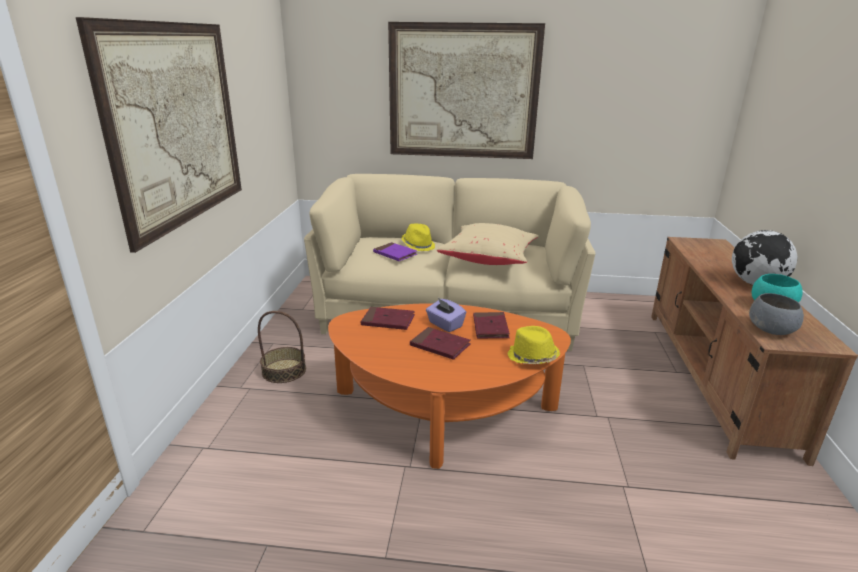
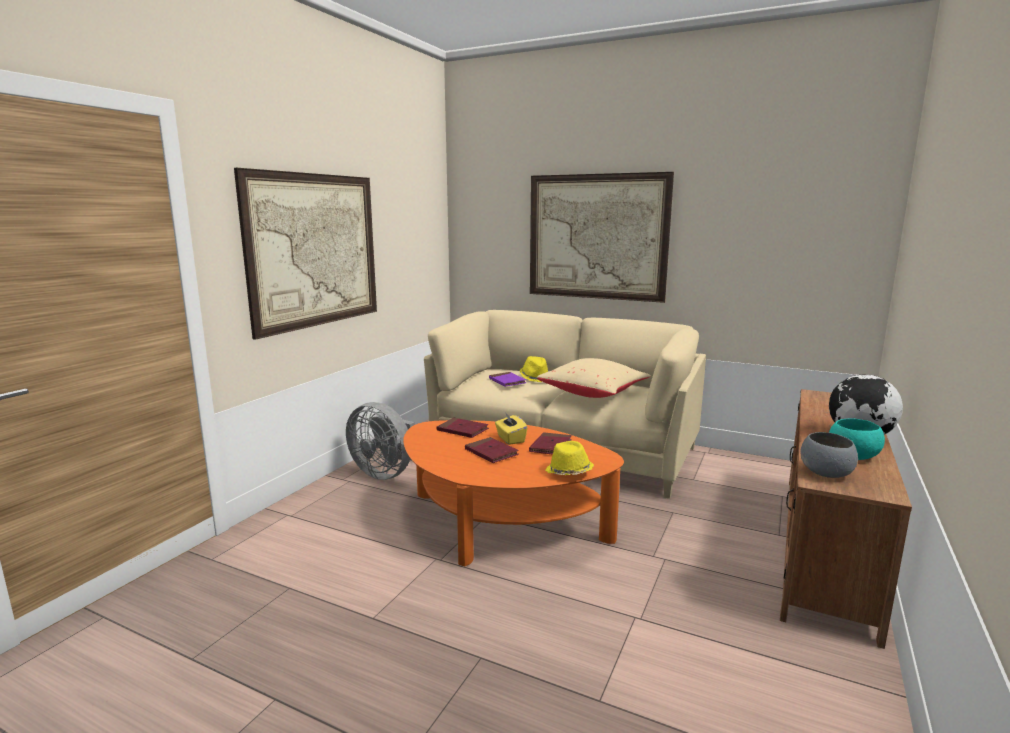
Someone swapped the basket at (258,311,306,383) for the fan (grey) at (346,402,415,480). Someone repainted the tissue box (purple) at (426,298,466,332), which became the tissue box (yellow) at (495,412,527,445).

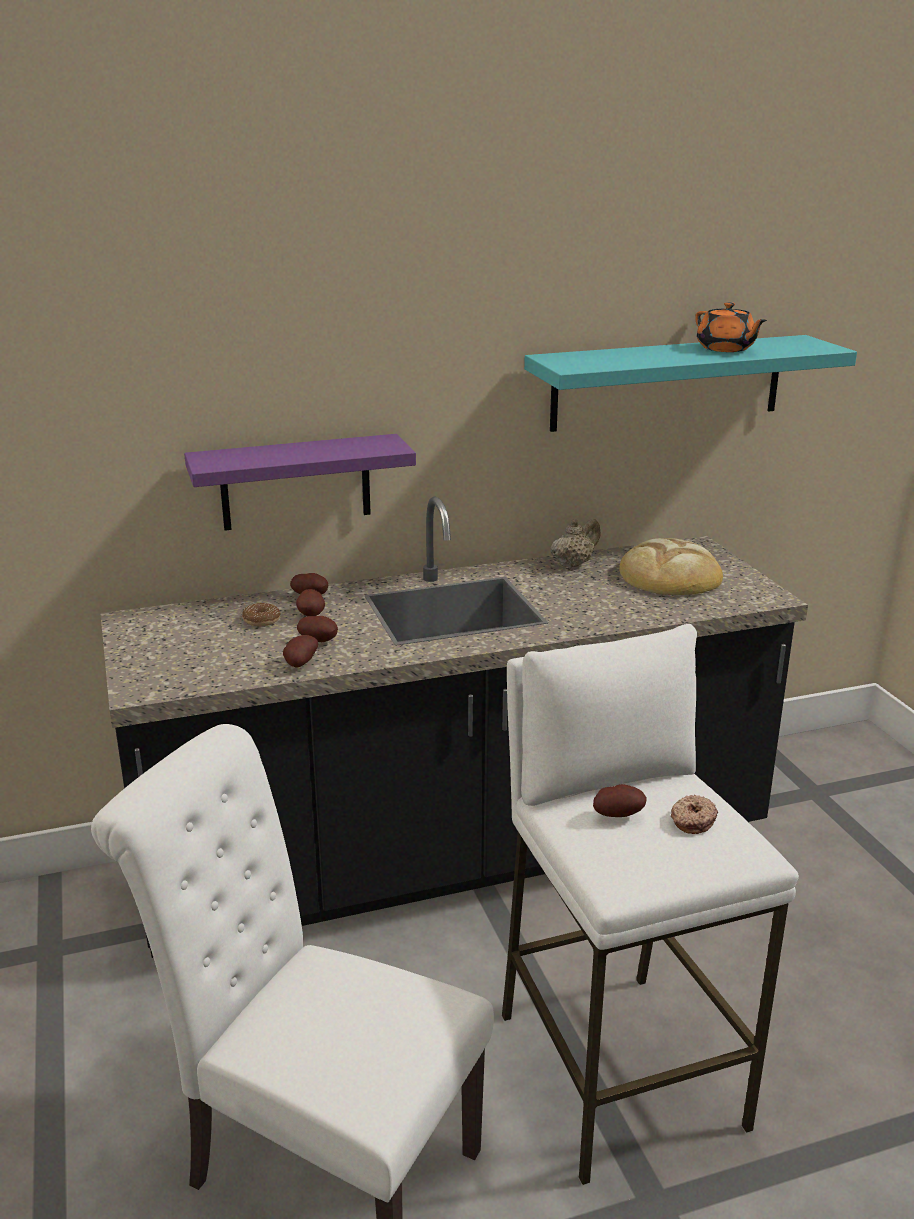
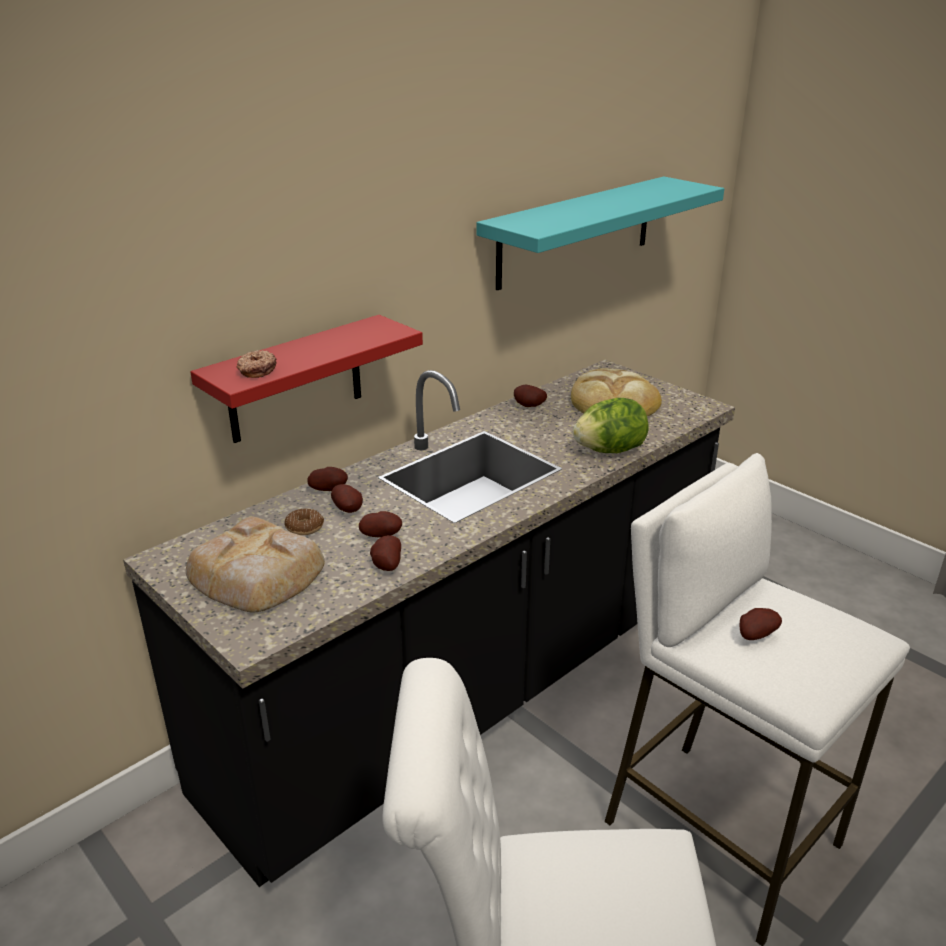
Someone took away the teapot (orange) at (695,302,767,352). Someone put down the bread at (186,517,325,612). Someone put down the lettuce at (573,398,648,453). Someone carried the donut from (671,795,718,834) to (237,350,277,378). Someone swapped the teapot (beige) at (550,519,601,568) for the potato at (514,385,547,407). Someone repainted the shelf (purple) at (184,434,416,531), which became the shelf (red) at (190,315,423,443).

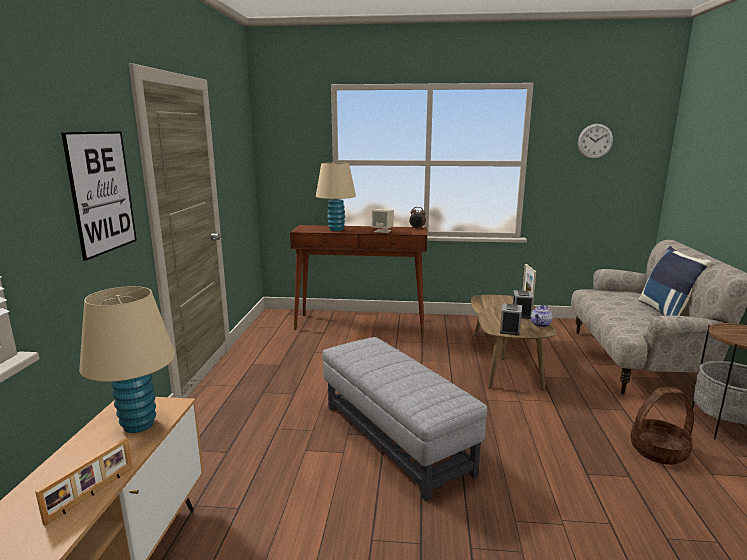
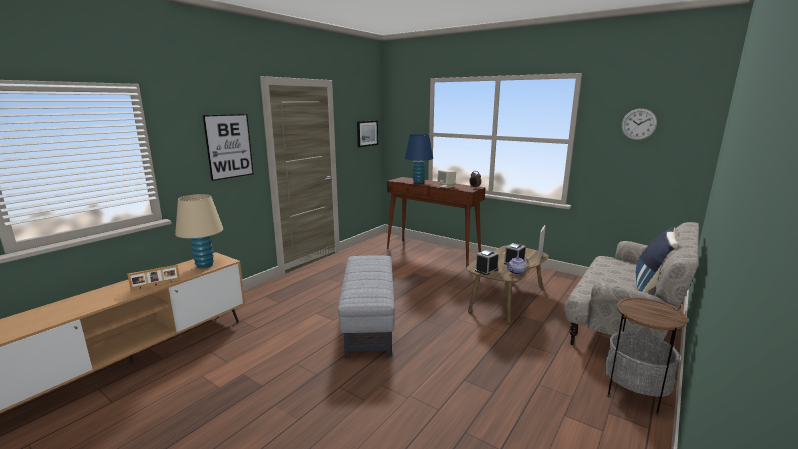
Someone took away the basket at (631,387,694,465). Someone put up the picture at (357,120,378,147). Someone repainted the table lamp (beige) at (316,162,356,231), which became the table lamp (blue) at (405,134,433,183).

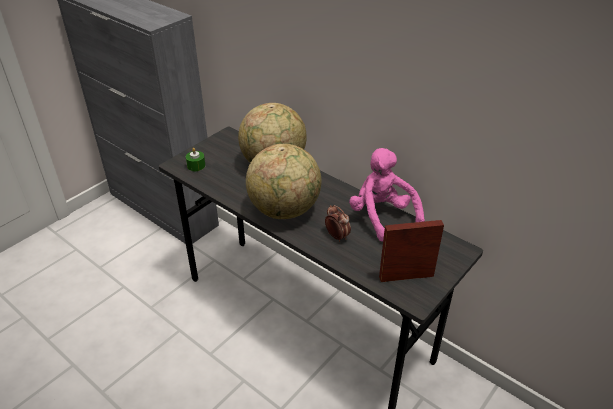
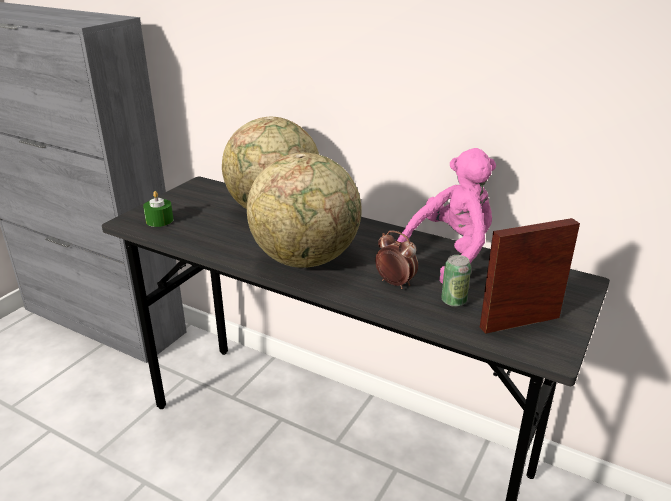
Someone put down the can at (441,255,471,307). Someone rotated the plush toy (pink) at (349,148,425,242) by 90 degrees clockwise.

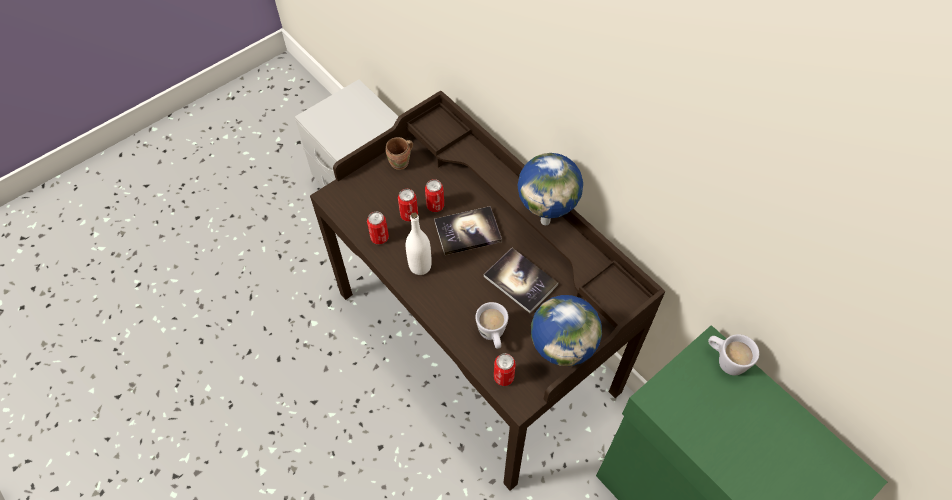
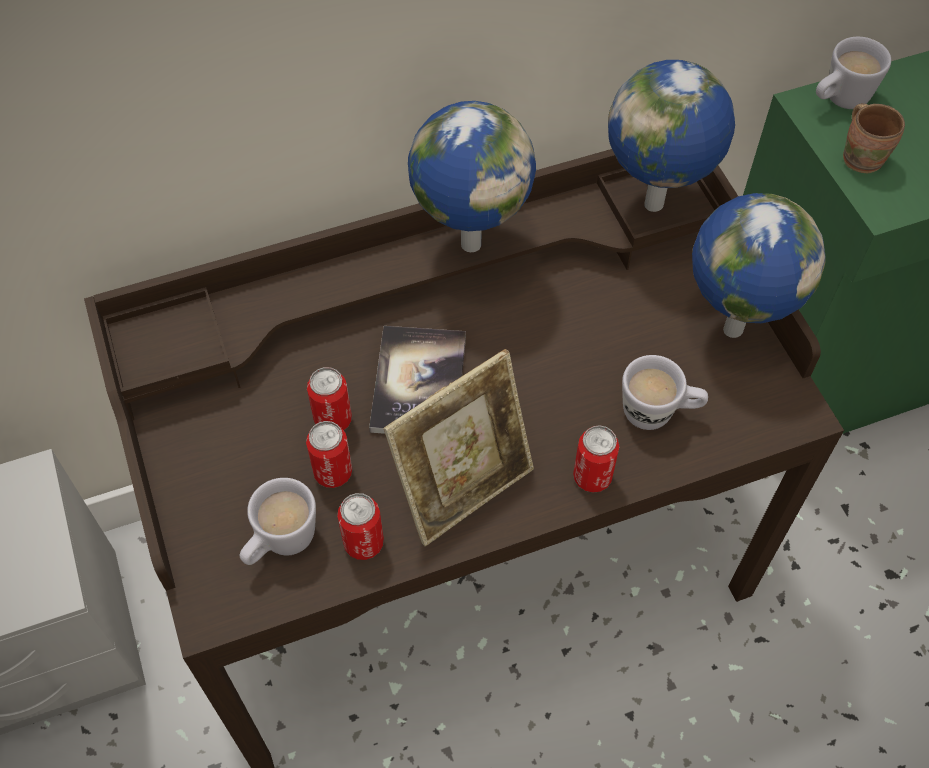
Someone took away the book at (484,248,558,313). Someone put down the mug (white) at (240,478,316,565). Someone put down the globe at (608,60,735,212). Someone carried the mug (brown) from (386,137,413,170) to (843,103,905,173). Someone carried the can from (494,353,516,386) to (573,425,620,493). Someone swapped the bottle (white) at (406,212,432,275) for the picture frame at (383,349,534,546).

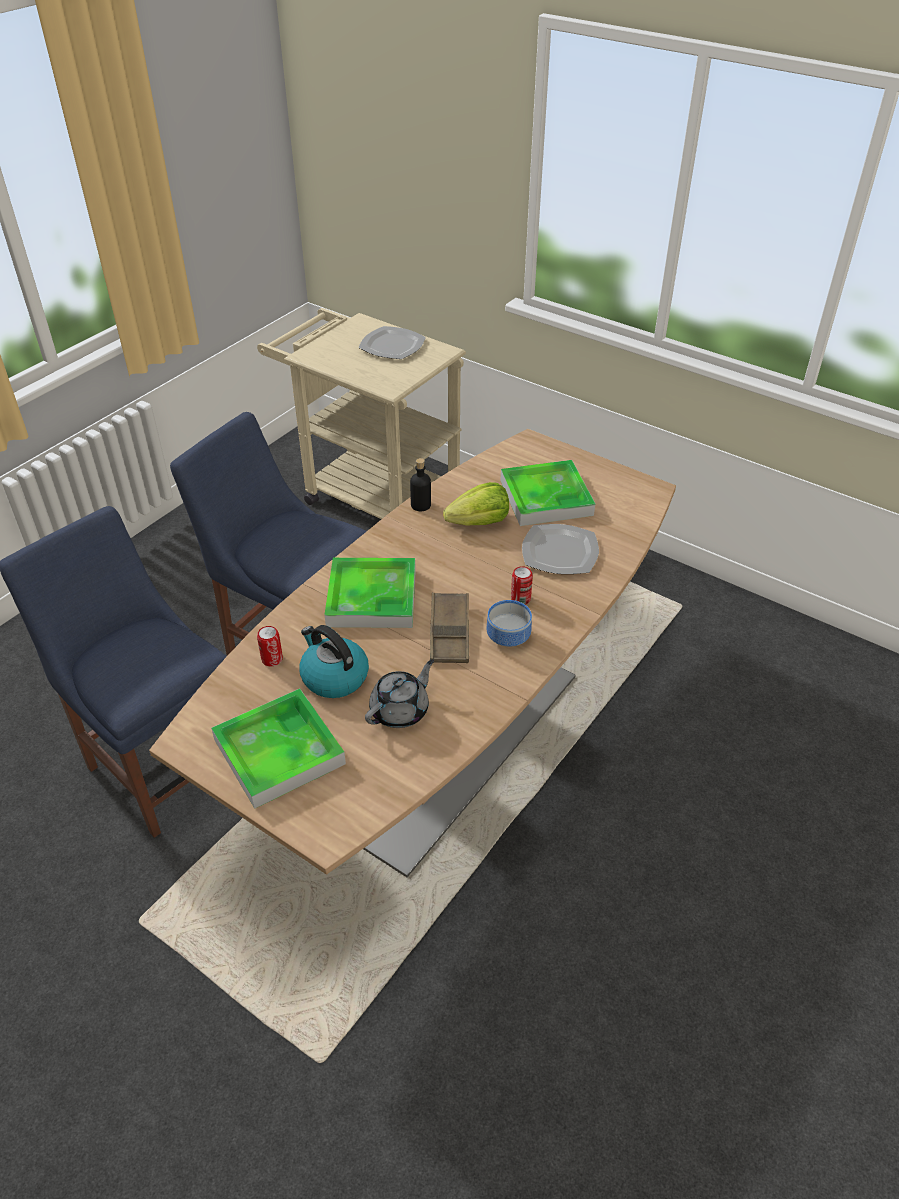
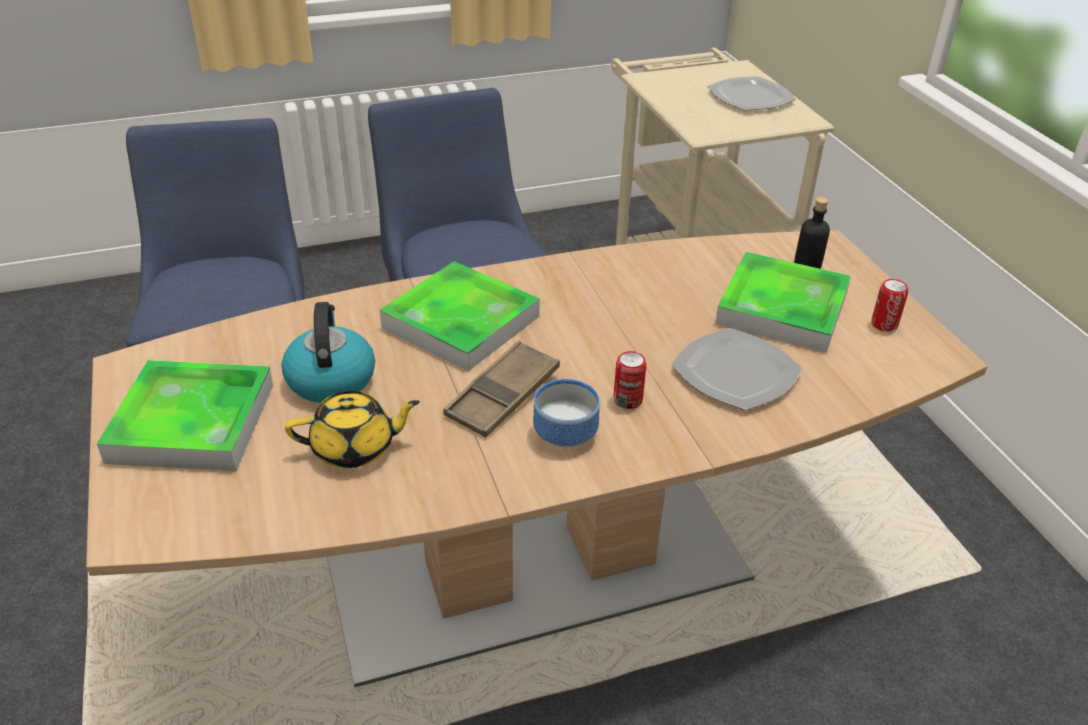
Someone took away the lettuce at (443,482,509,526). Someone carried the can from (257,626,283,667) to (871,279,908,332). Someone carried the bottle (black) from (410,458,431,511) to (794,197,830,269). Someone repainted the teapot (grey) at (365,659,434,728), which became the teapot (yellow) at (285,391,420,468).

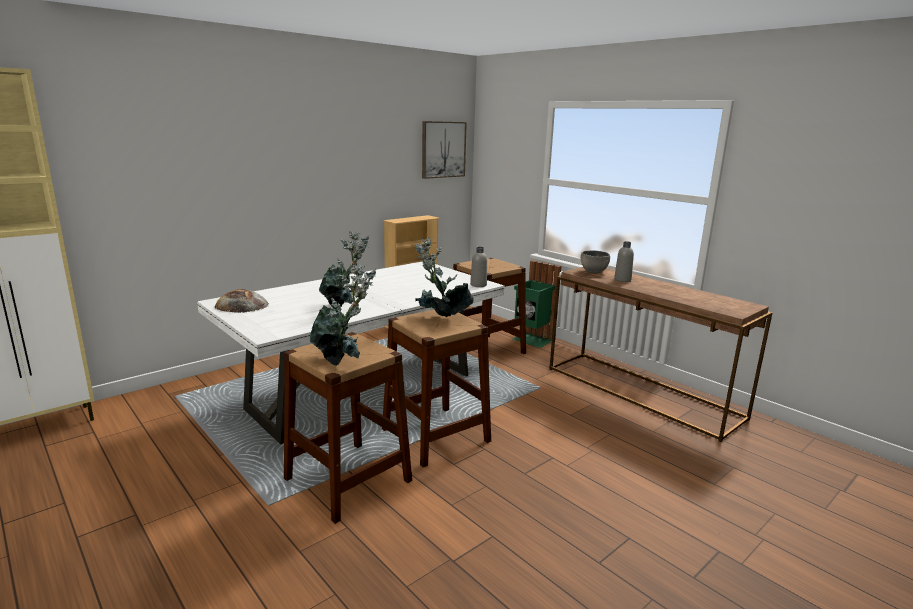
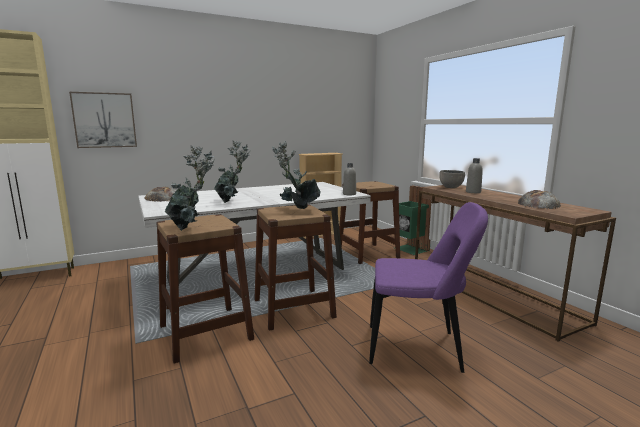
Someone put down the chair (purple) at (369,202,488,373). Someone put down the bread at (518,190,561,209). Someone carried the picture from (422,121,467,179) to (69,92,137,148).

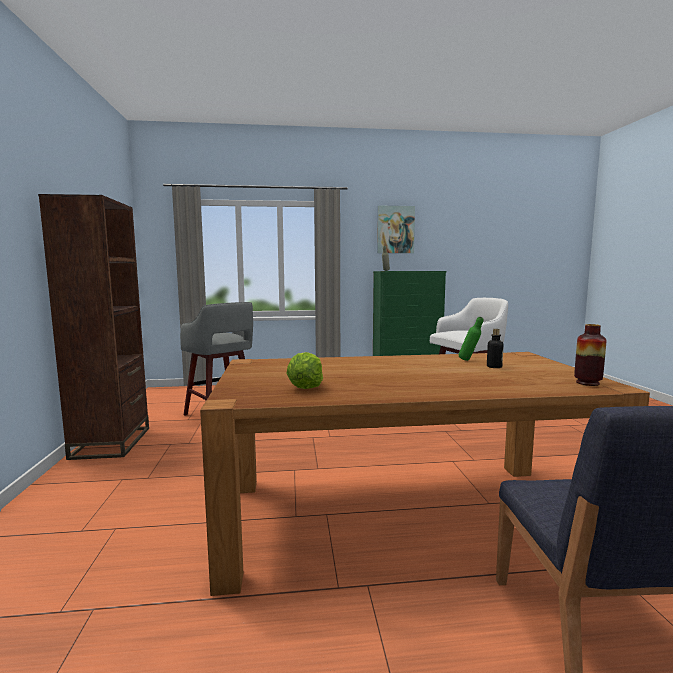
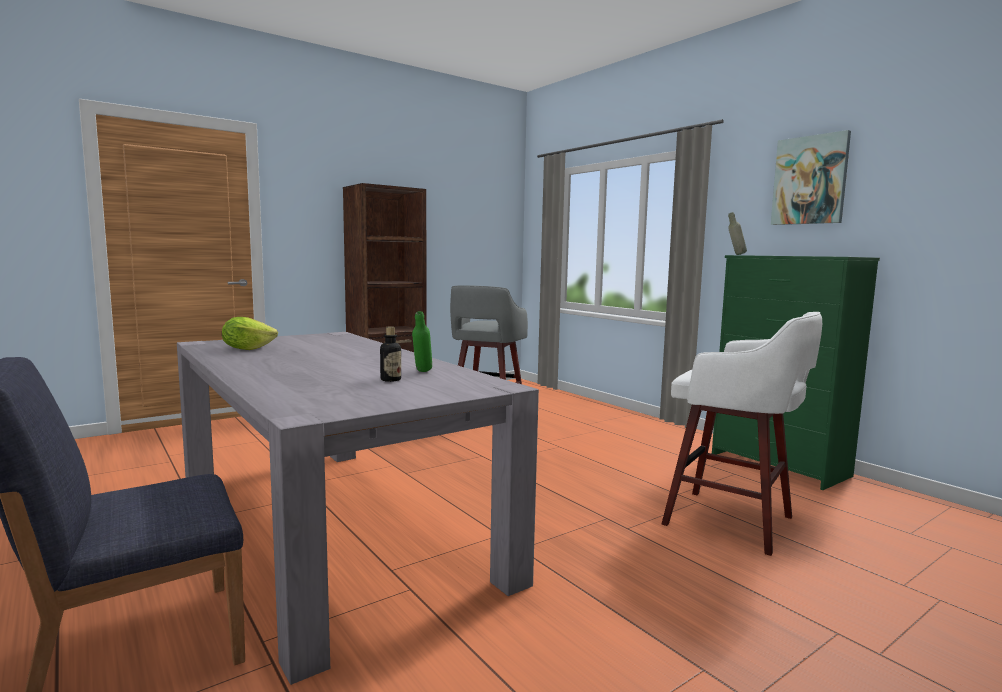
Someone took away the vase at (574,324,606,386). Someone repainted the dining table (brown) at (200,352,650,596), which became the dining table (grey) at (177,332,539,685).

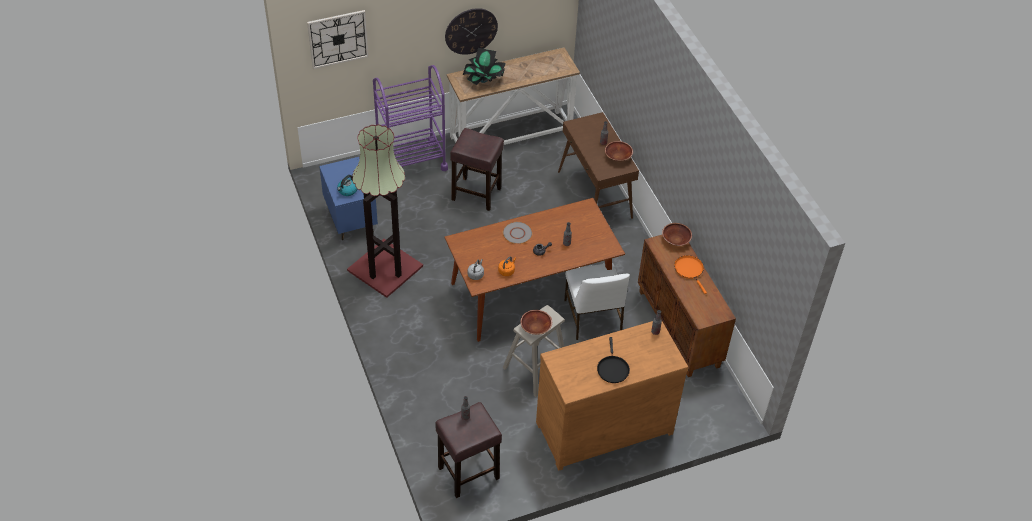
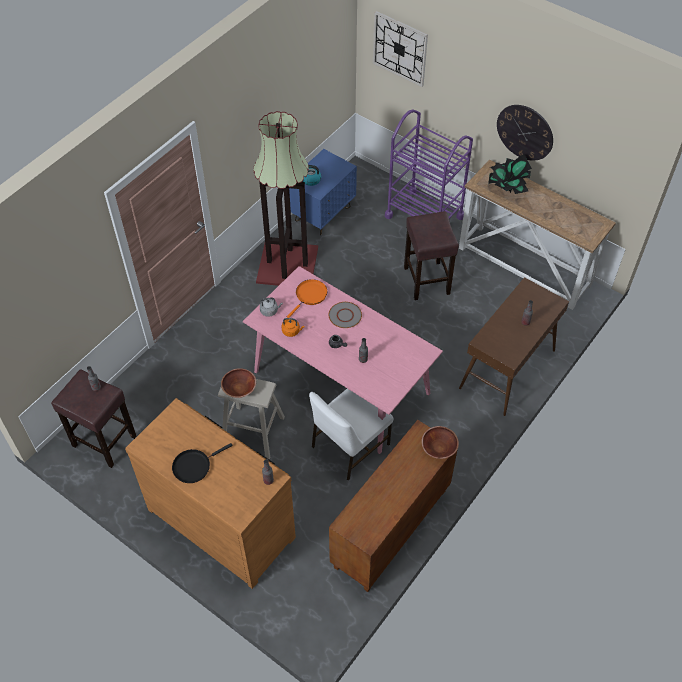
Someone took away the bowl (brown) at (605,141,633,161). Someone carried the frying pan (orange) from (674,255,707,294) to (287,279,327,318). Someone repainted the dining table (brown) at (444,198,625,342), which became the dining table (pink) at (243,266,443,454).

